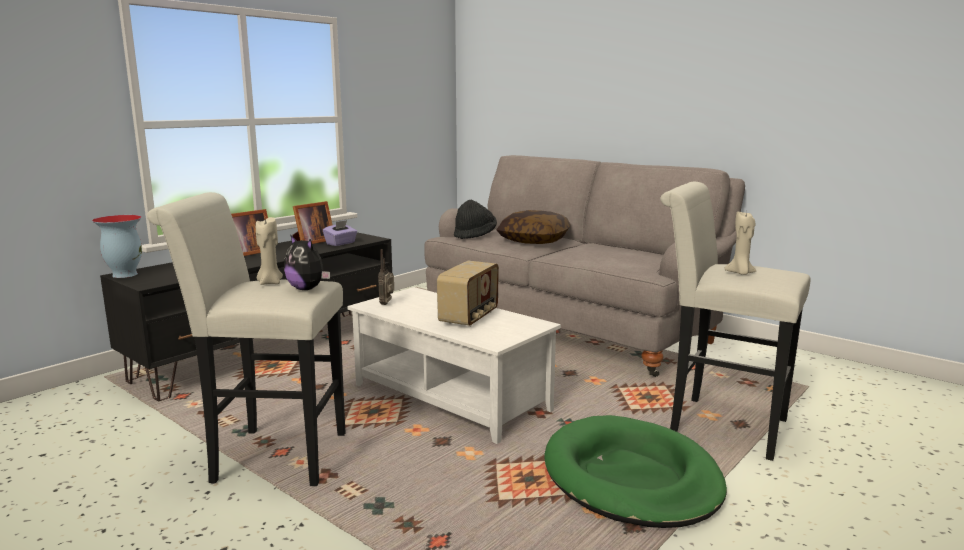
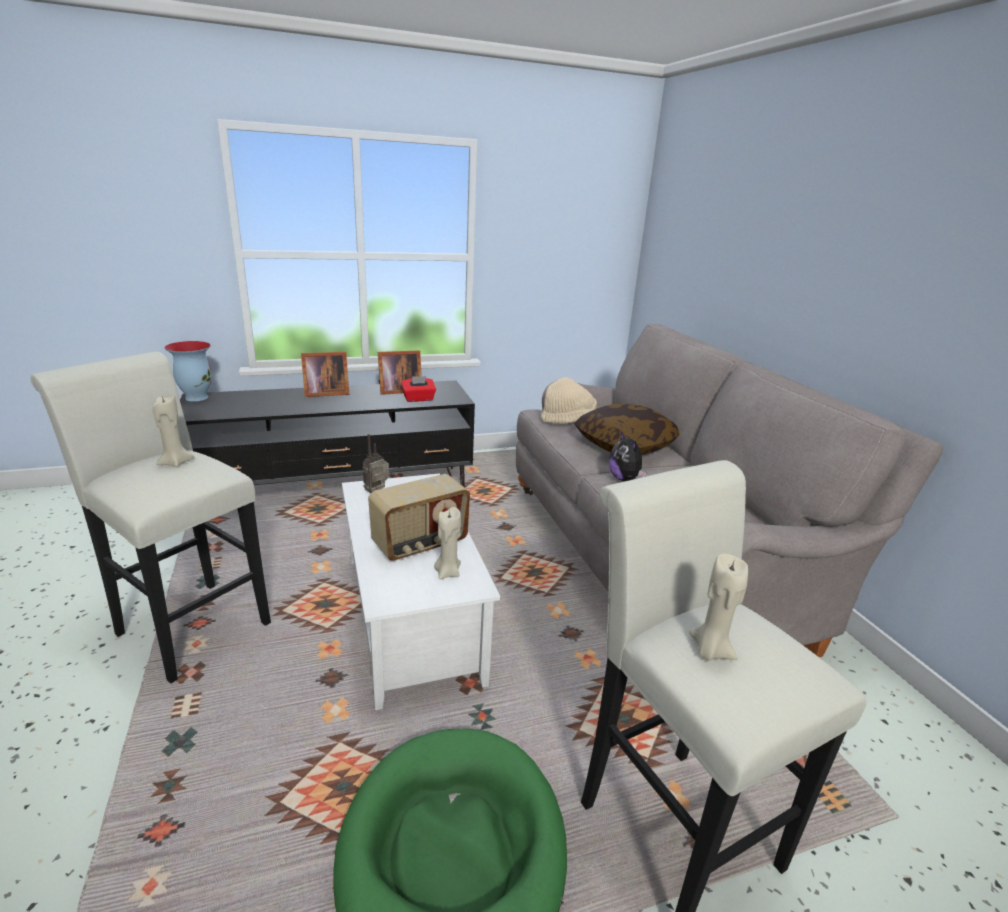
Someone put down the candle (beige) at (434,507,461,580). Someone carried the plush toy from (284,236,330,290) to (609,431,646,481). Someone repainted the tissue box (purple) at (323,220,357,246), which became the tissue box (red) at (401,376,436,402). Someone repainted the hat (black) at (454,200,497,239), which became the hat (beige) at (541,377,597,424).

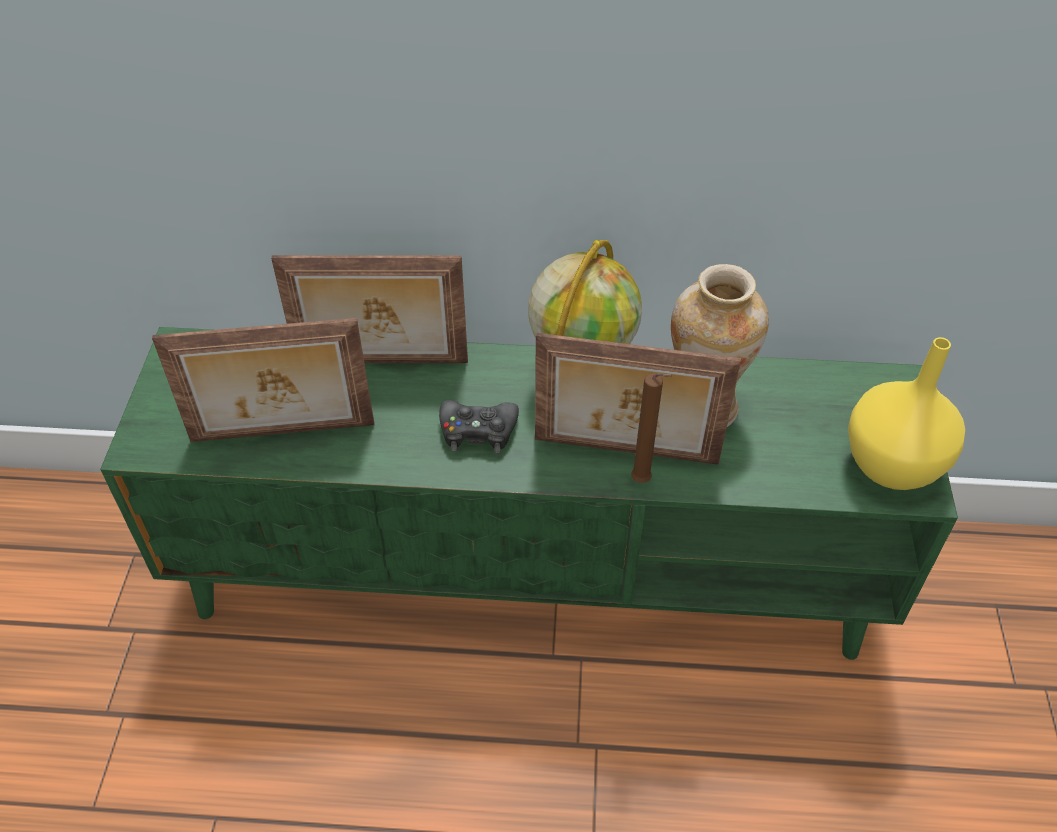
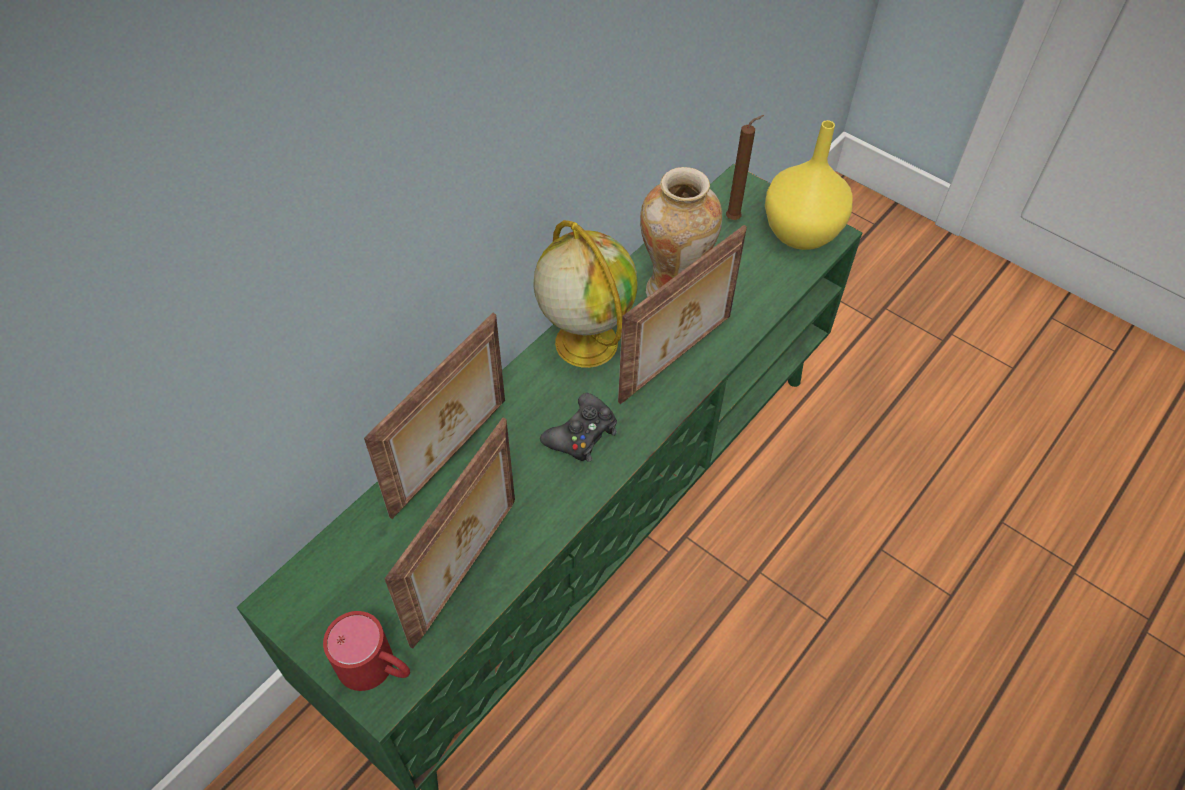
Someone put down the mug (red) at (323,611,410,691). Someone carried the candle (brown) from (631,372,672,483) to (726,115,764,220).

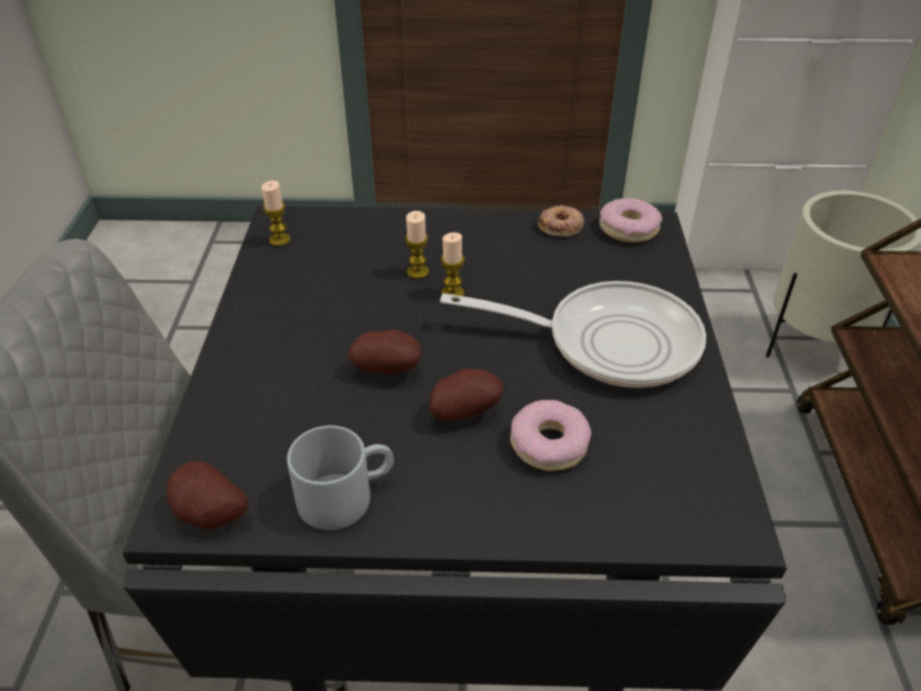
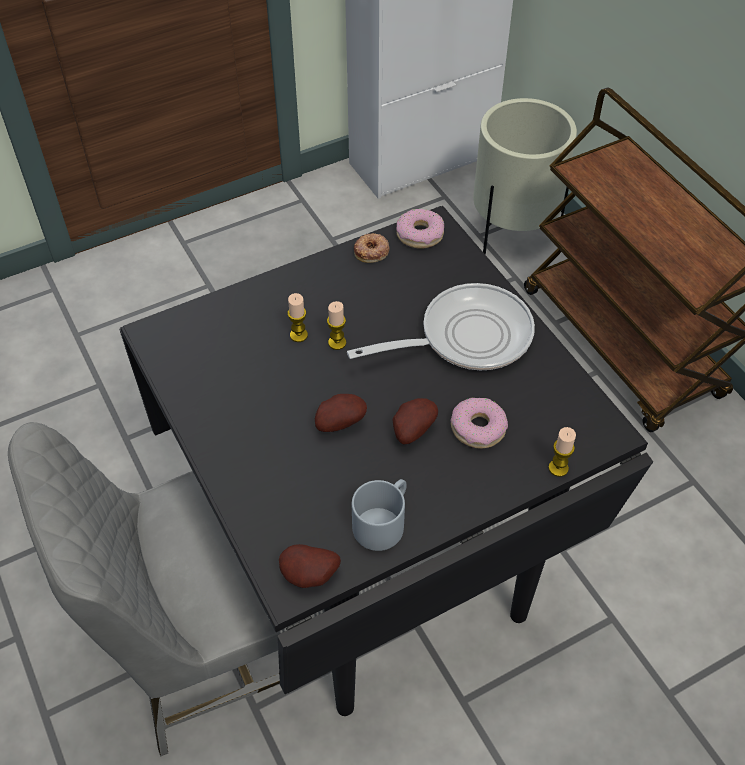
Someone carried the candle from (261,181,291,246) to (548,427,576,477).

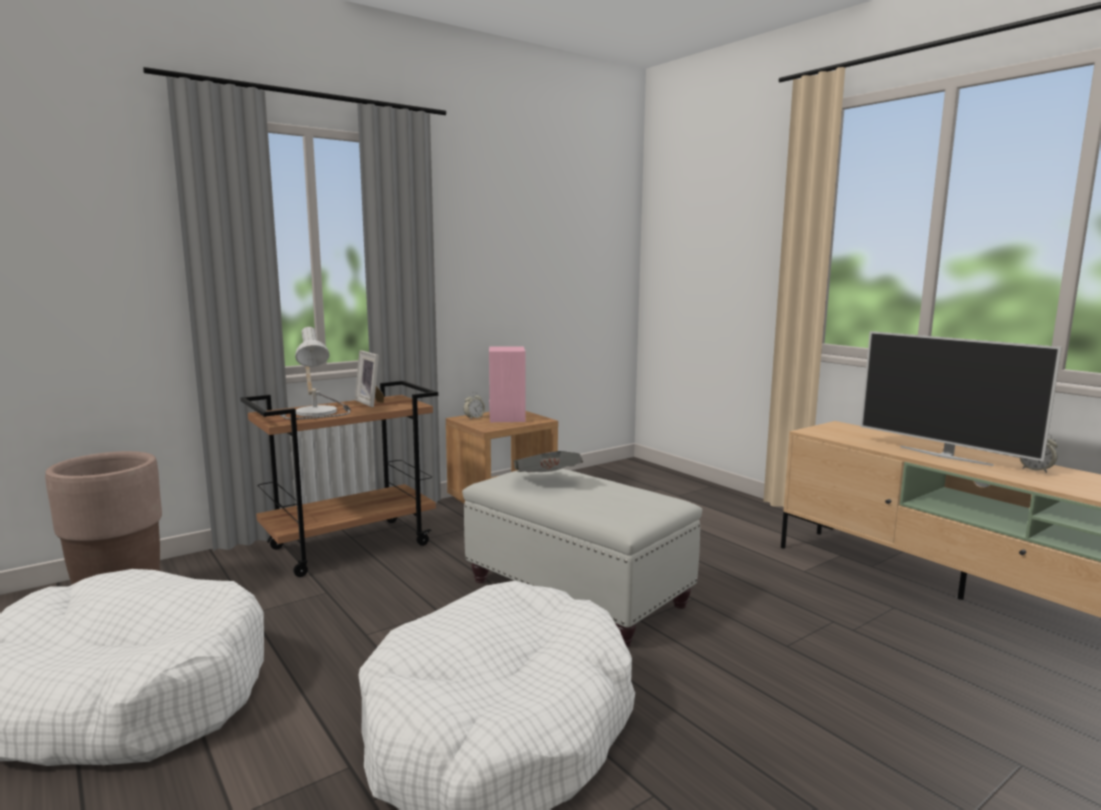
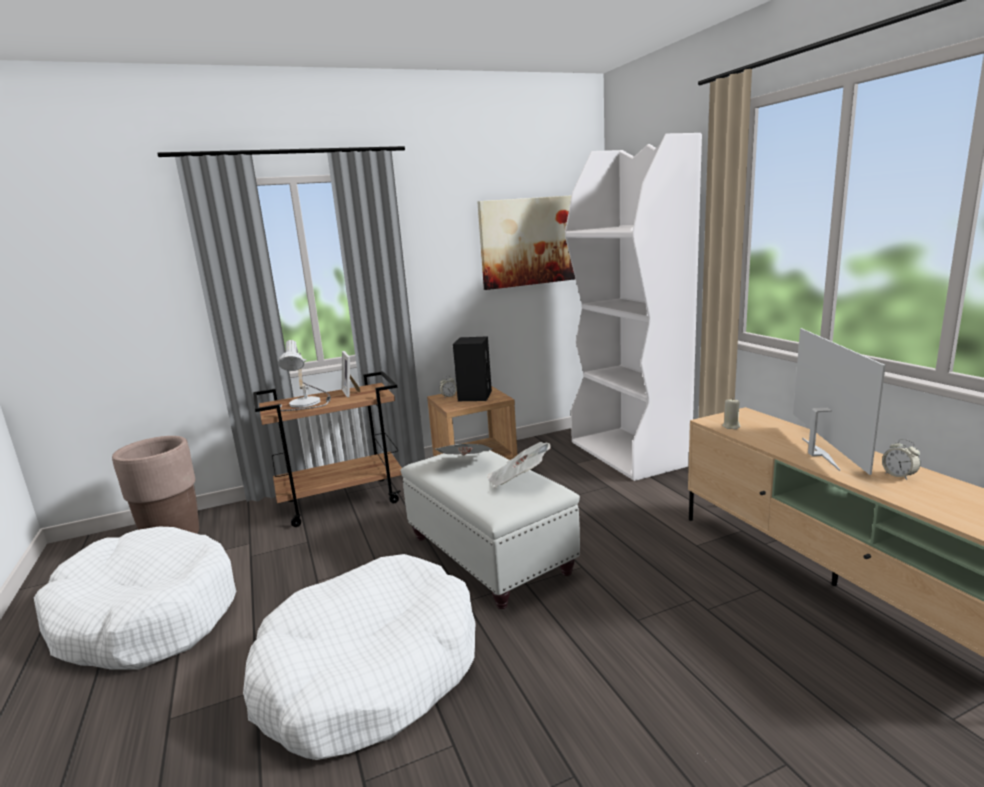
Someone put up the picture at (477,195,575,290). Someone put down the newspaper at (487,442,551,488). Someone put down the bookcase (white) at (565,133,702,481). Someone put down the candle (beige) at (722,399,741,430). Someone repainted the speaker (pink) at (489,346,526,422), which became the speaker (black) at (453,336,492,401). Someone rotated the television at (861,331,1062,466) by 150 degrees counterclockwise.

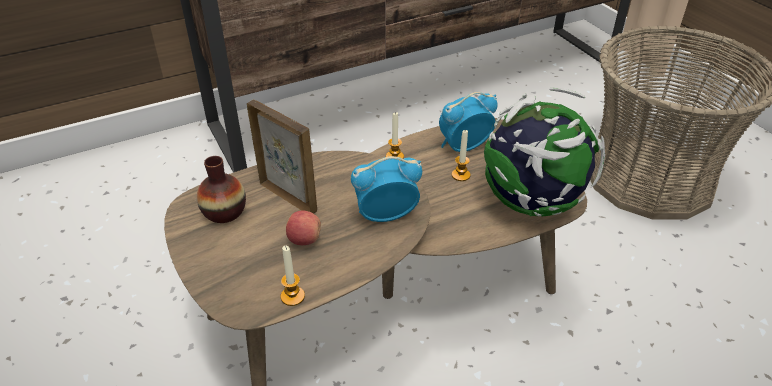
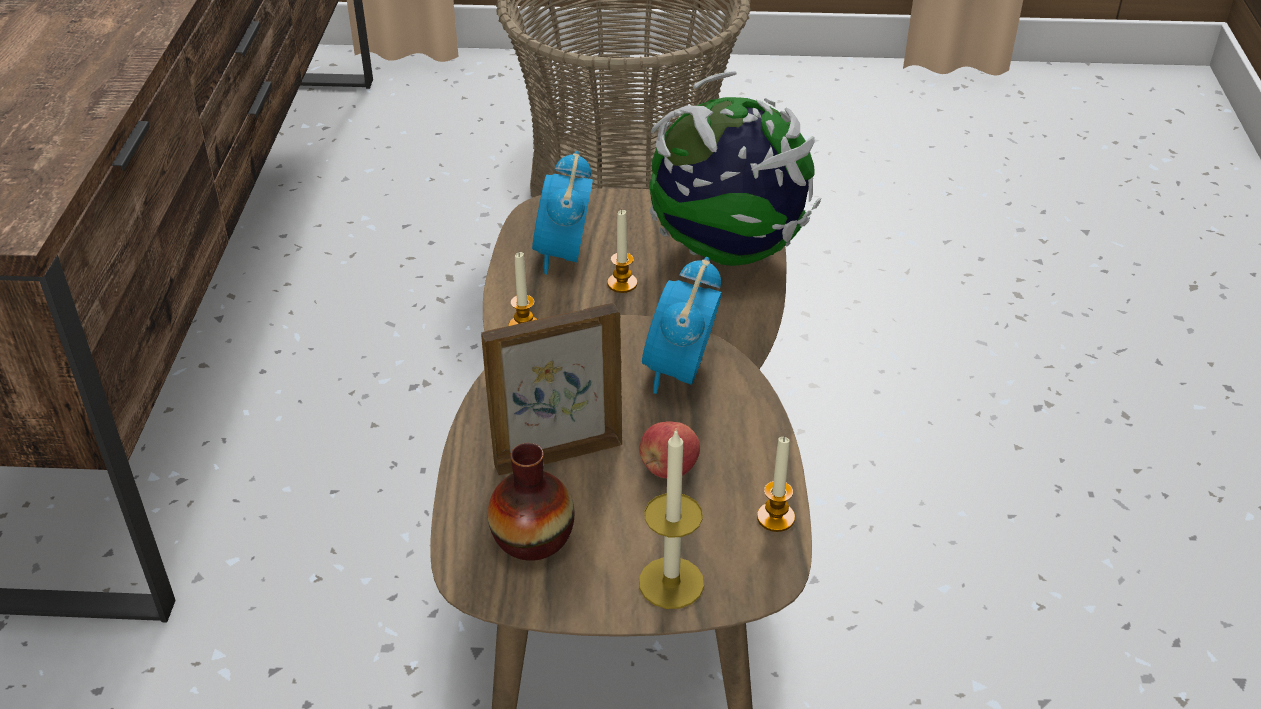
Someone put down the candle at (639,429,704,609).

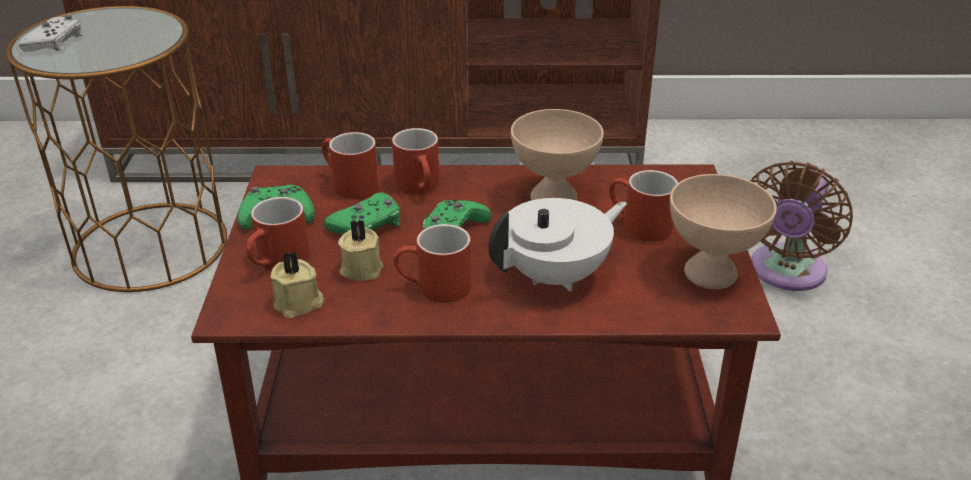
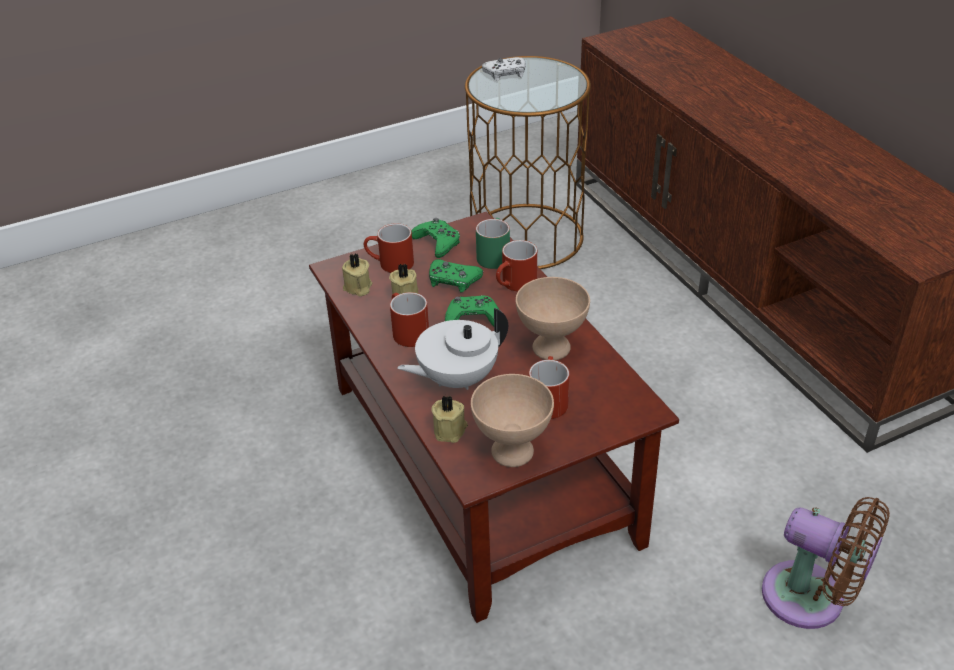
Someone put down the candle (beige) at (432,396,468,443). Someone repainted the mug (red) at (322,132,379,199), which became the mug (green) at (476,218,510,269). Someone rotated the teapot (white) at (489,198,627,292) by 120 degrees clockwise. Someone rotated the fan (brown) at (750,161,853,291) by 150 degrees counterclockwise.

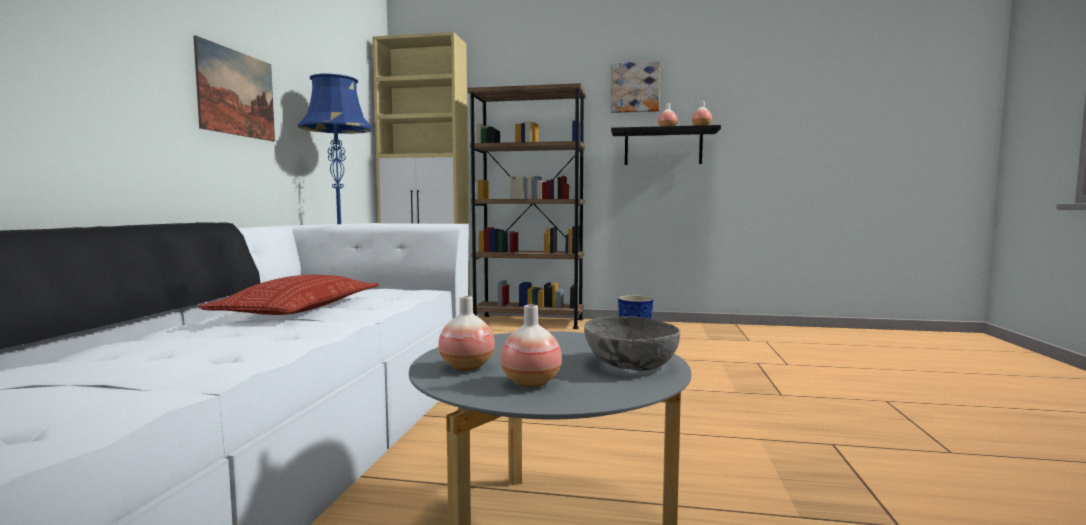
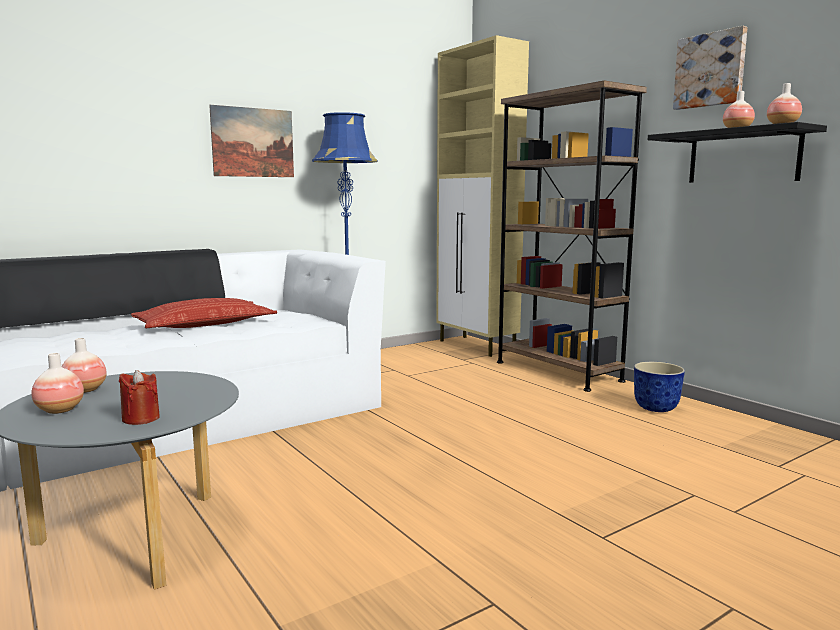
Someone swapped the bowl (grey) at (584,316,680,371) for the candle (red) at (119,370,160,425).

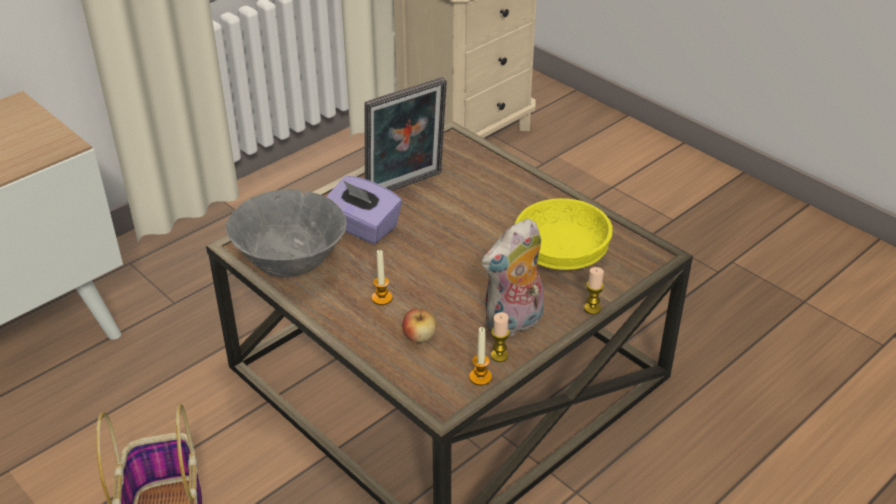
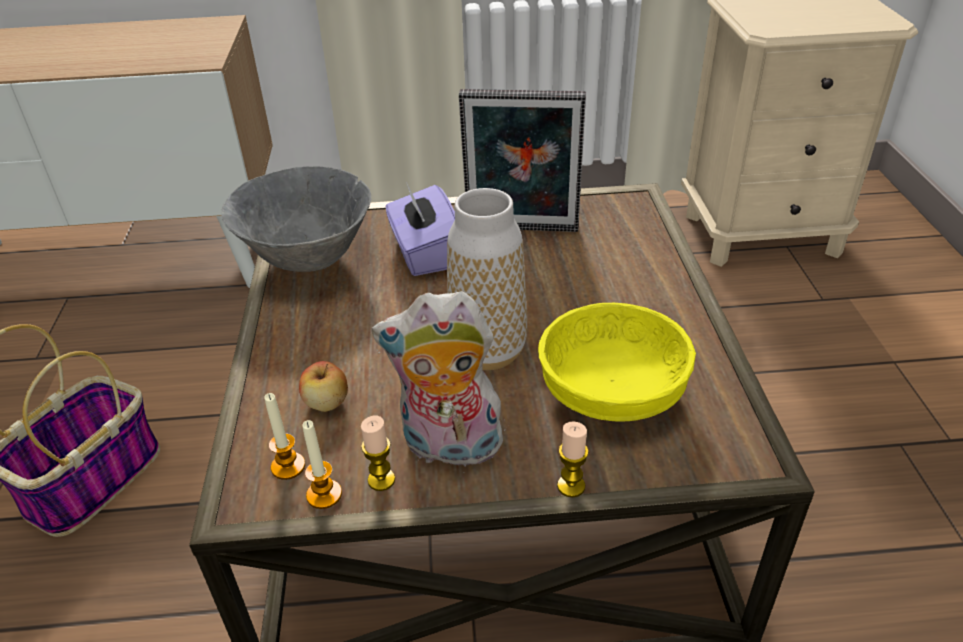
Someone put down the vase at (447,188,527,370). Someone carried the candle from (372,250,393,305) to (264,393,305,480).

